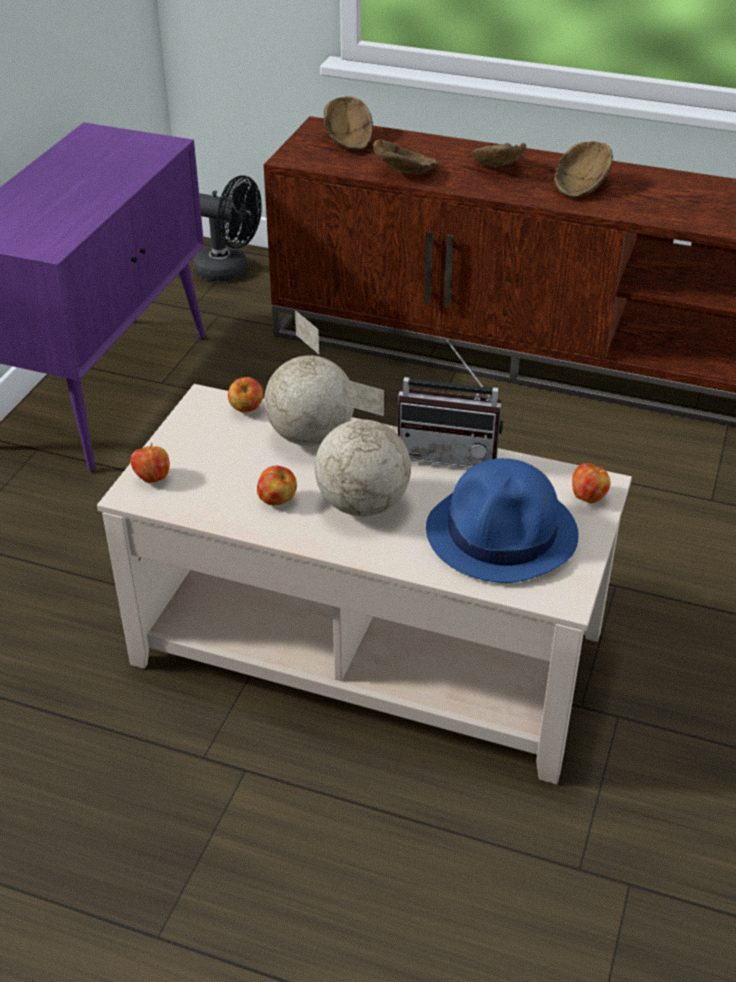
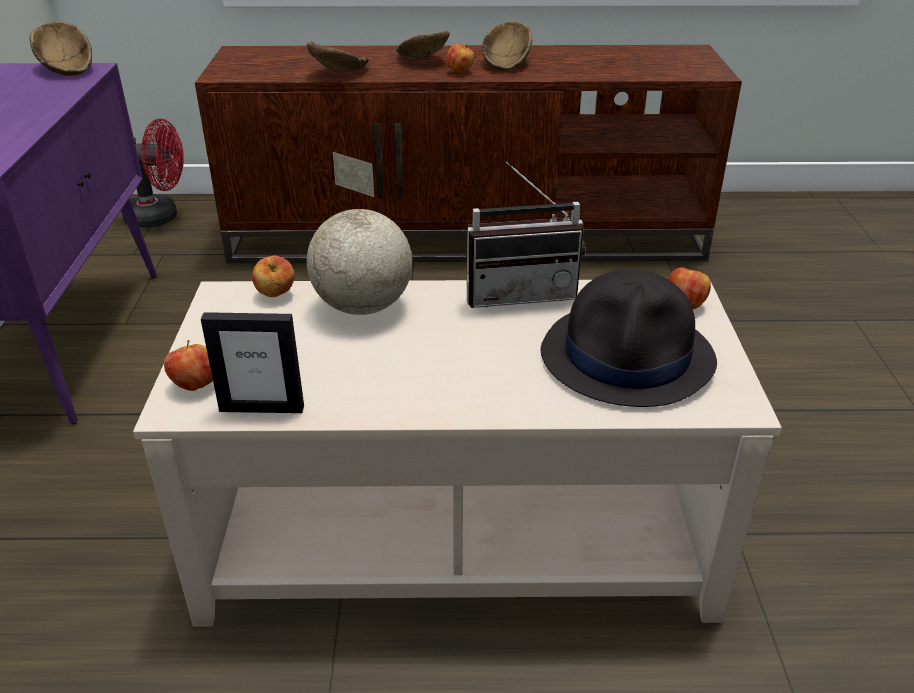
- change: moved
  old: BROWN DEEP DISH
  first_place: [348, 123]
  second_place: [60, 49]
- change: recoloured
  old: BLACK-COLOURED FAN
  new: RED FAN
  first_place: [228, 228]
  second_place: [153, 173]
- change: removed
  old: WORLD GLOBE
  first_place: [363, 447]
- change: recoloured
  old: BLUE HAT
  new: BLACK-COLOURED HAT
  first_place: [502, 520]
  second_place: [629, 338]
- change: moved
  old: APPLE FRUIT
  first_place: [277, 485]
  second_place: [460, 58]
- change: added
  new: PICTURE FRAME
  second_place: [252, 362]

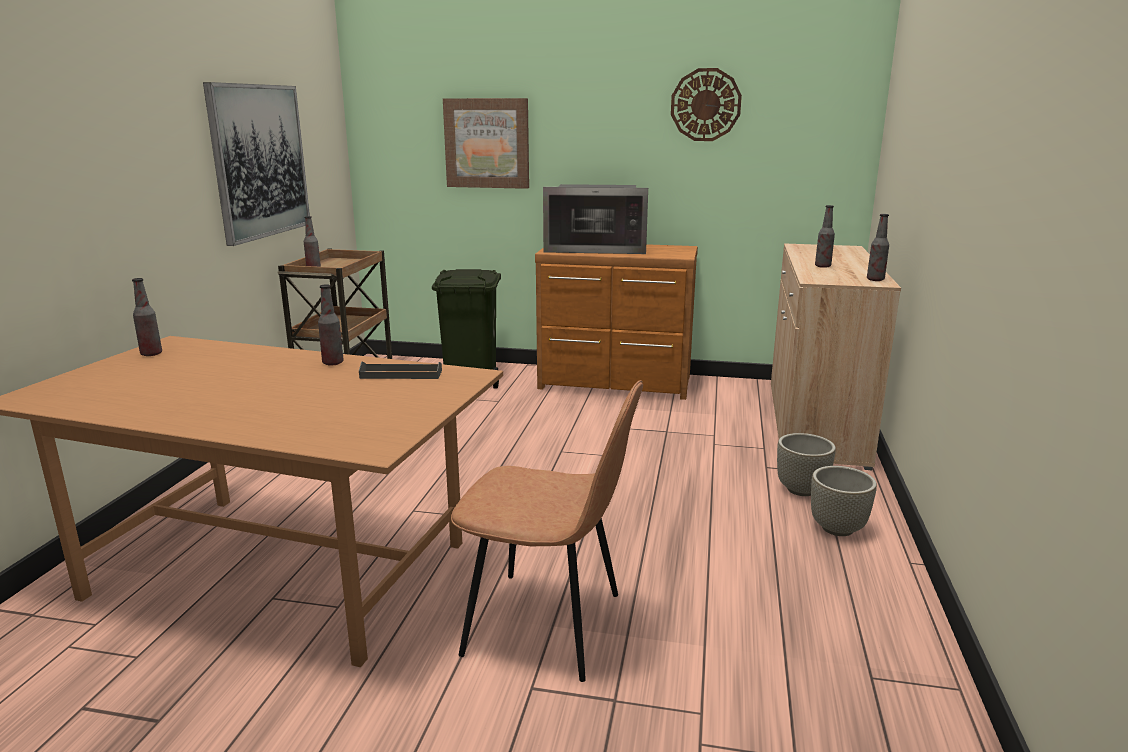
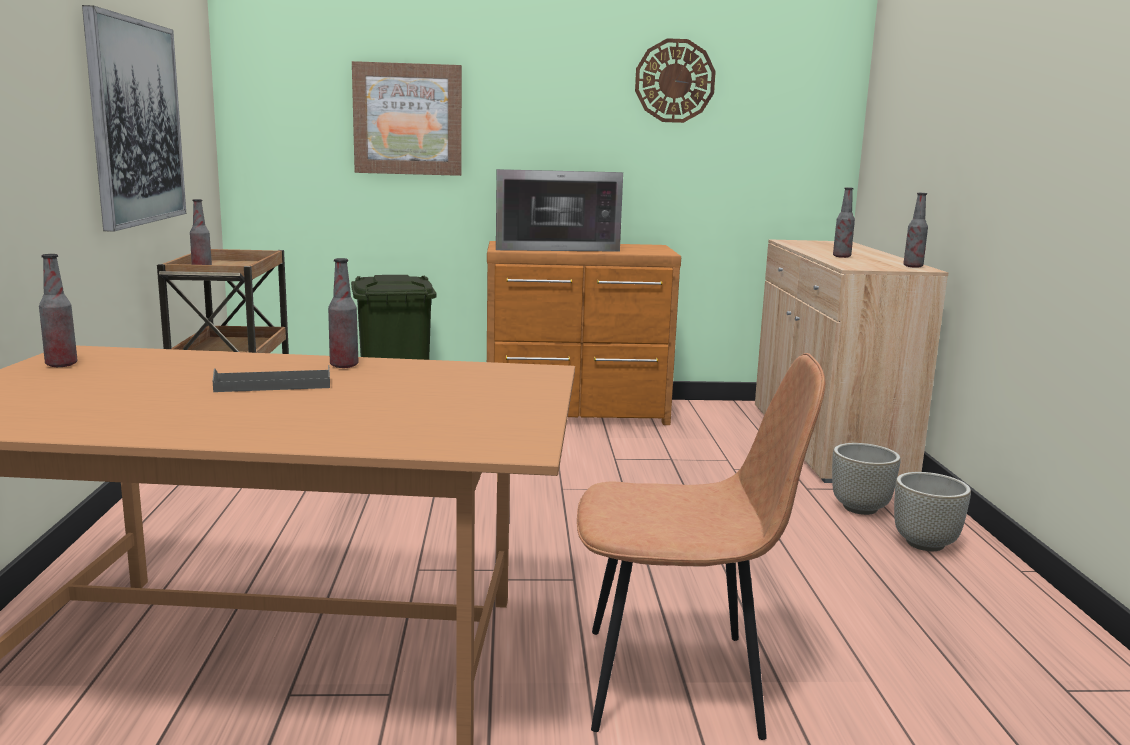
- change: moved
  old: GRAY SERVING TRAY
  first_place: [400, 370]
  second_place: [271, 378]

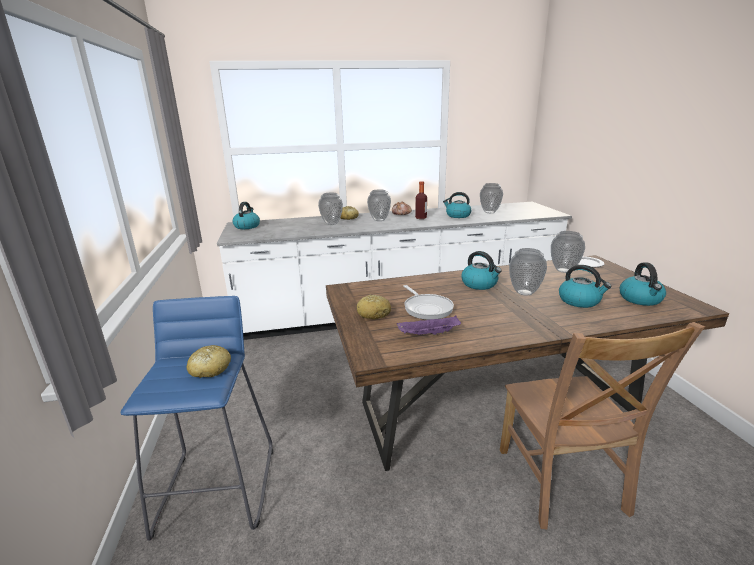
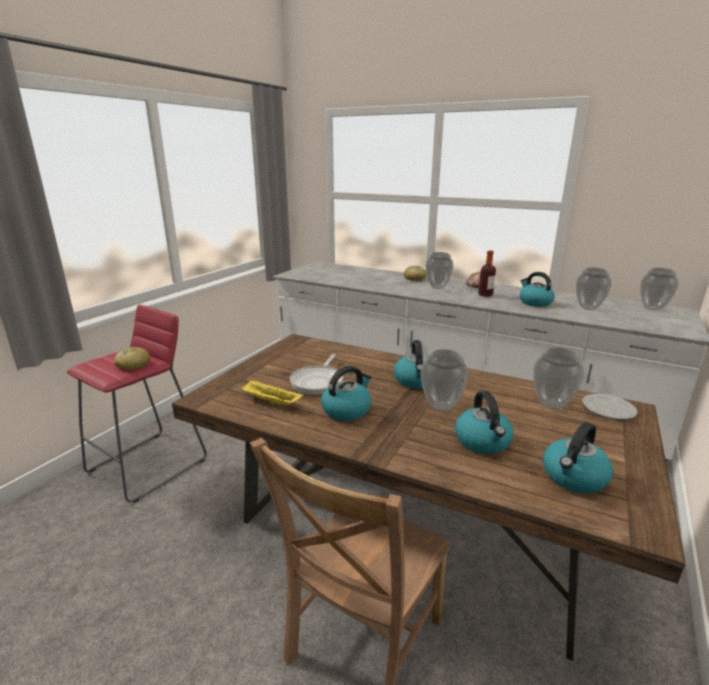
- change: moved
  old: DECORATIVE VASE
  first_place: [330, 209]
  second_place: [659, 289]
- change: moved
  old: TEA KETTLE
  first_place: [246, 215]
  second_place: [346, 393]
- change: removed
  old: BREAD
  first_place: [374, 307]
- change: recoloured
  old: BLUE STOOL SEAT
  new: RED STOOL SEAT
  first_place: [197, 418]
  second_place: [137, 403]
- change: recoloured
  old: PURPLE-COLOURED SERVING TRAY
  new: YELLOW SERVING TRAY
  first_place: [429, 326]
  second_place: [271, 393]

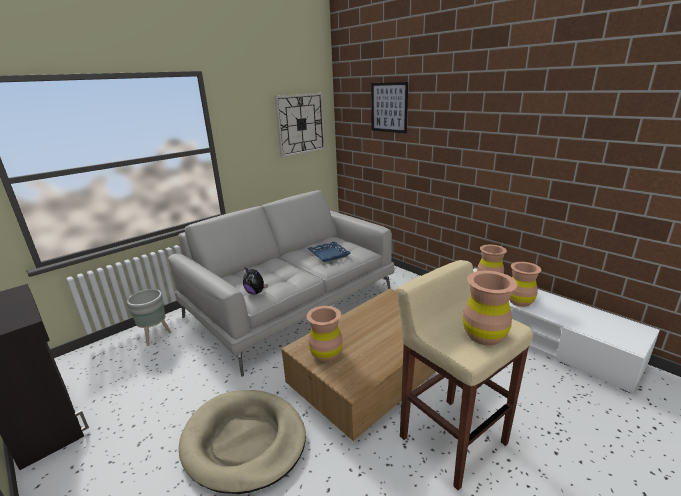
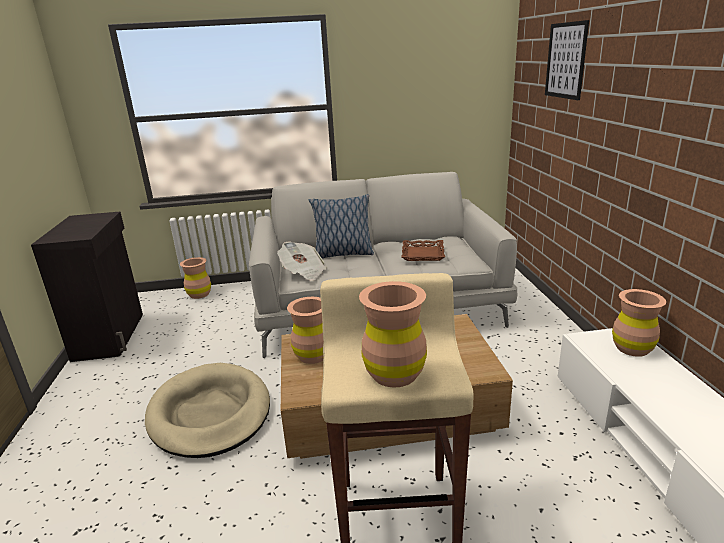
- change: removed
  old: CLOCK ON THE WALL
  first_place: [300, 125]
- change: recoloured
  old: BLUE SERVING TRAY
  new: BROWN SERVING TRAY
  first_place: [329, 251]
  second_place: [423, 250]
- change: moved
  old: BROWN DECORATIVE VASE
  first_place: [525, 284]
  second_place: [195, 278]
- change: replaced
  old: CUDDLY TOY
  new: PRINTED PAPER
  first_place: [255, 280]
  second_place: [302, 261]
- change: removed
  old: GRAY FLOWER POT
  first_place: [149, 317]
- change: added
  new: THROW PILLOW
  second_place: [341, 226]

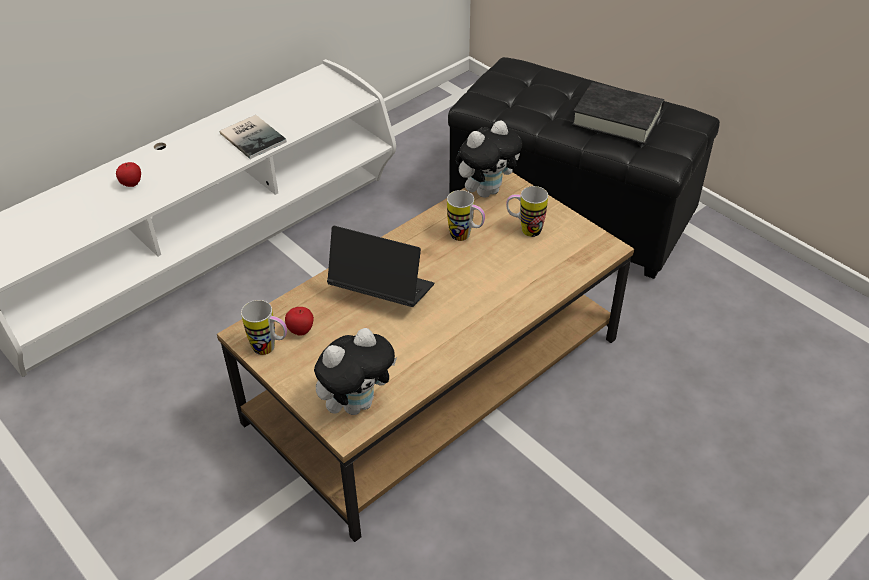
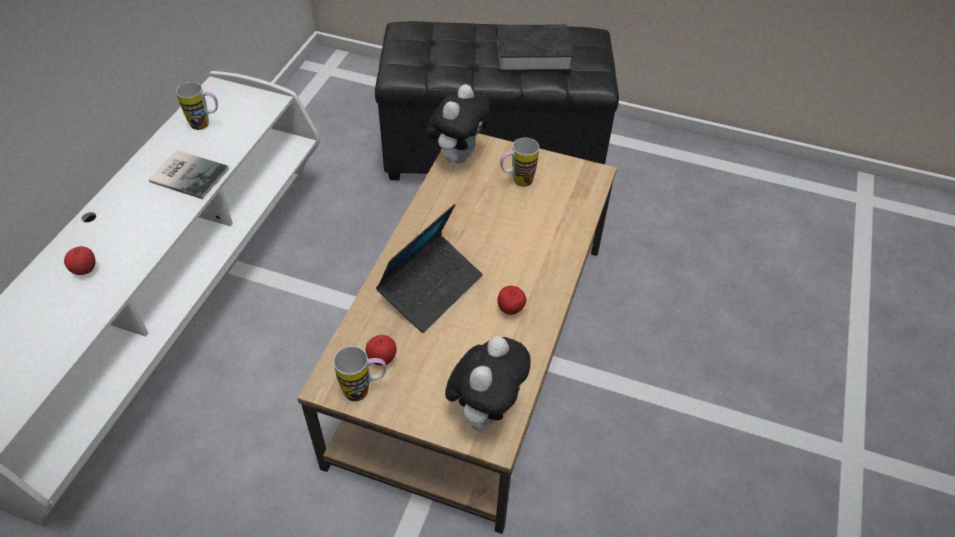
- change: moved
  old: COFFEE MUG
  first_place: [466, 215]
  second_place: [197, 106]
- change: turned
  old: PORTABLE COMPUTER
  first_place: [380, 266]
  second_place: [429, 268]
  degrees: 135
- change: added
  new: APPLE FRUIT
  second_place: [511, 300]

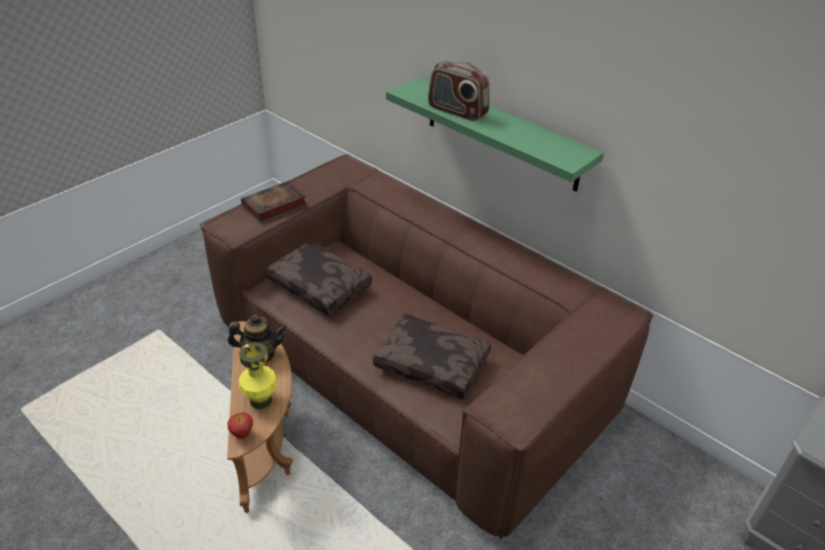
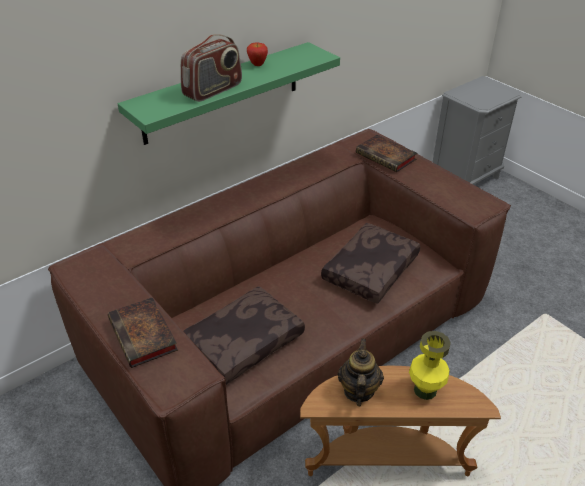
- change: moved
  old: APPLE FRUIT
  first_place: [240, 425]
  second_place: [257, 54]
- change: added
  new: BOOK
  second_place: [386, 153]

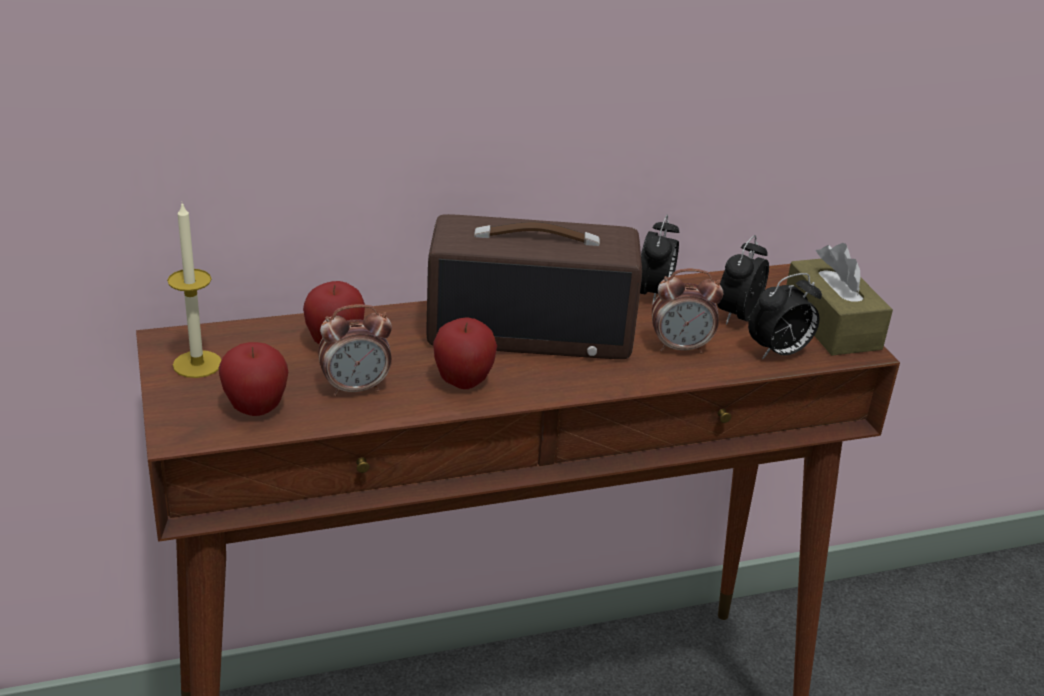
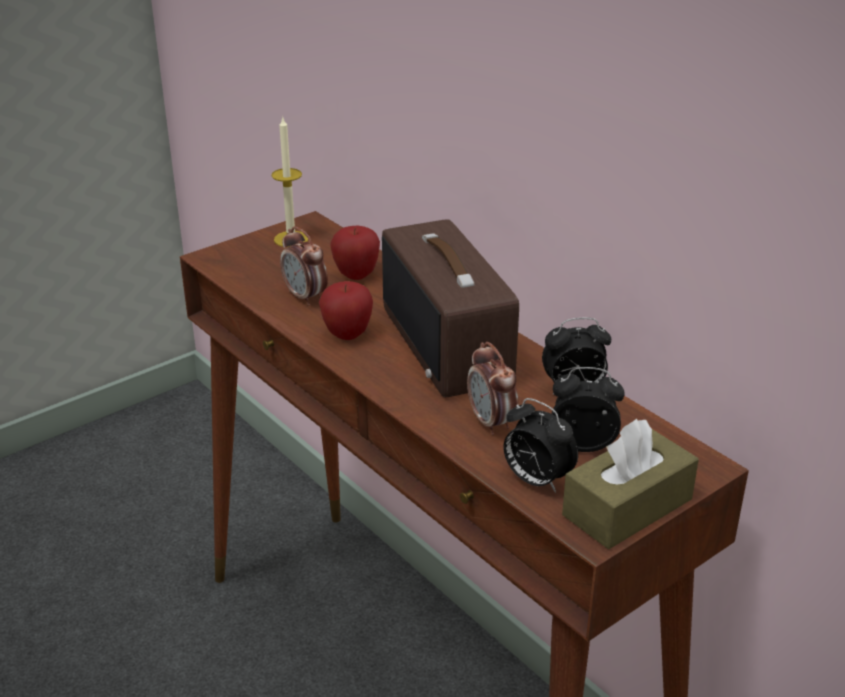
- change: removed
  old: APPLE FRUIT
  first_place: [253, 379]

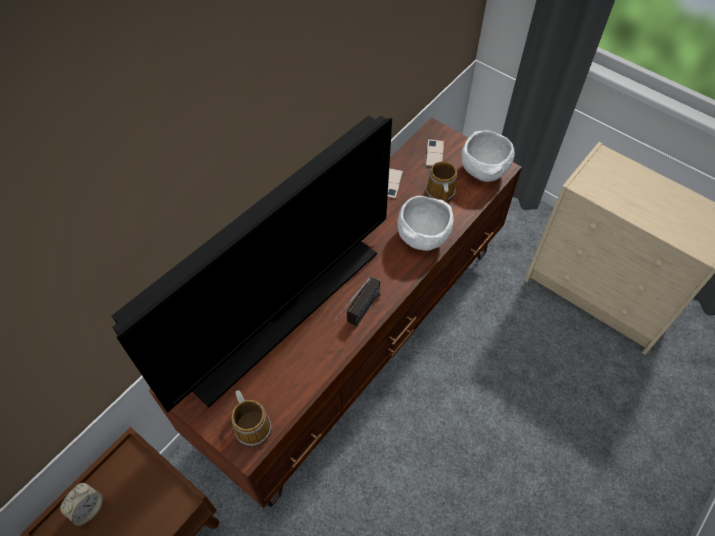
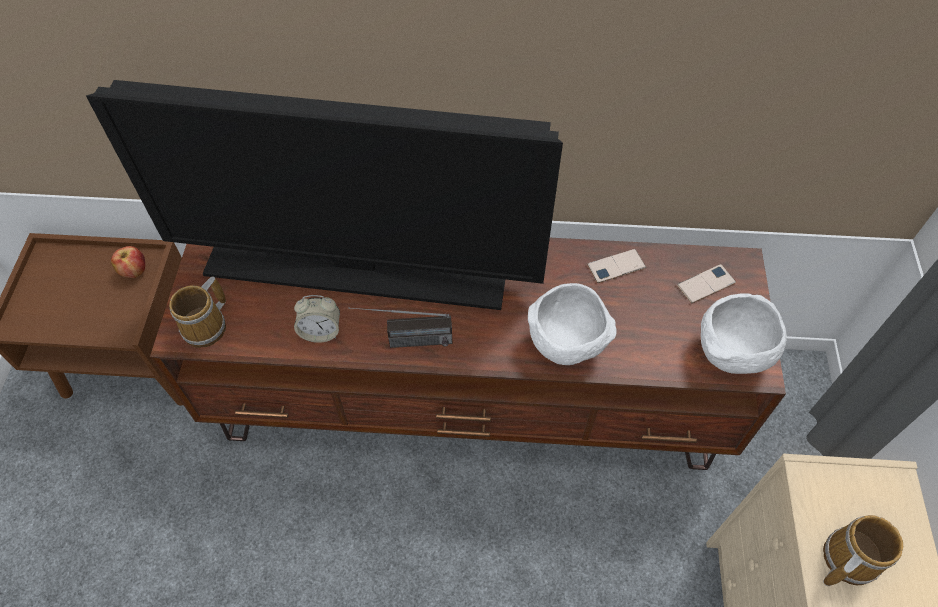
- change: moved
  old: COFFEE MUG
  first_place: [441, 182]
  second_place: [863, 550]
- change: moved
  old: BEDSIDE CLOCK
  first_place: [81, 504]
  second_place: [317, 319]
- change: added
  new: APPLE FRUIT
  second_place: [128, 262]

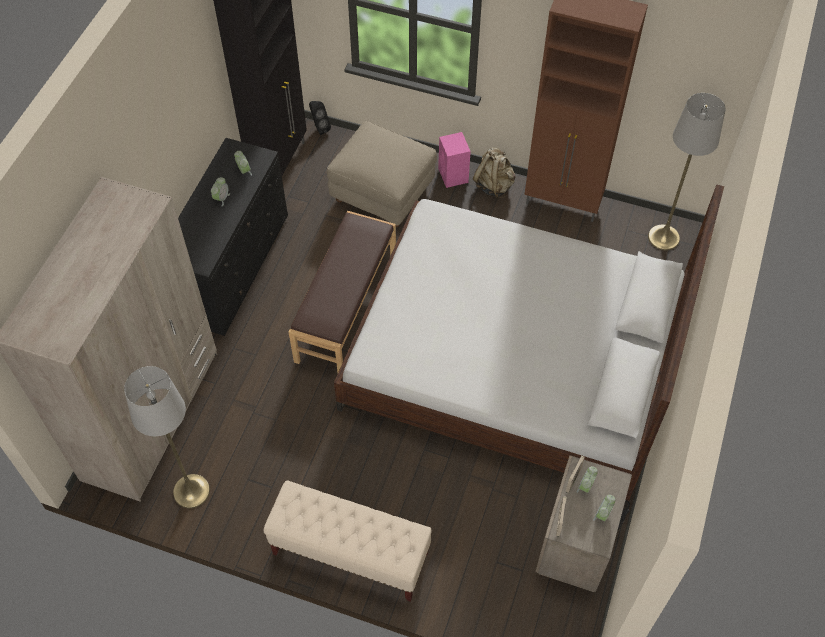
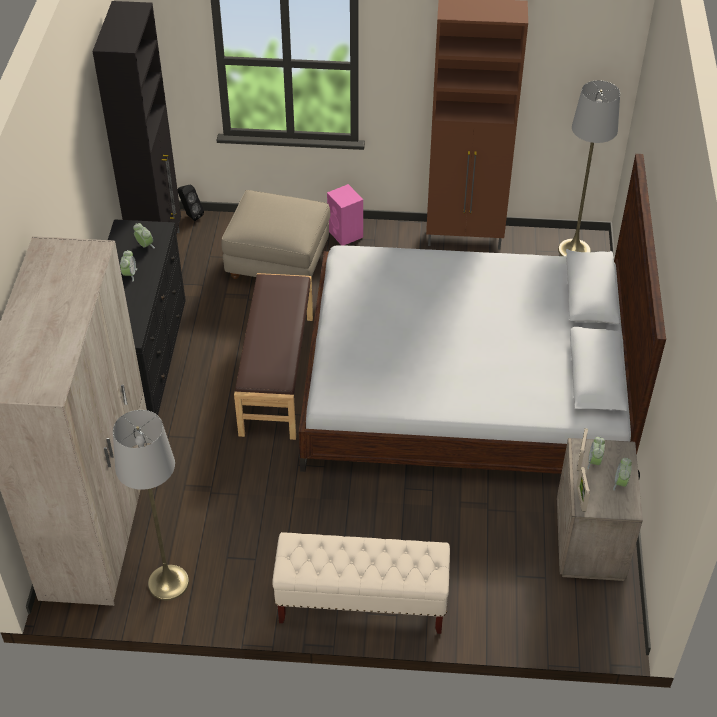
- change: removed
  old: SAND-COLOURED KNAPSACK
  first_place: [494, 173]

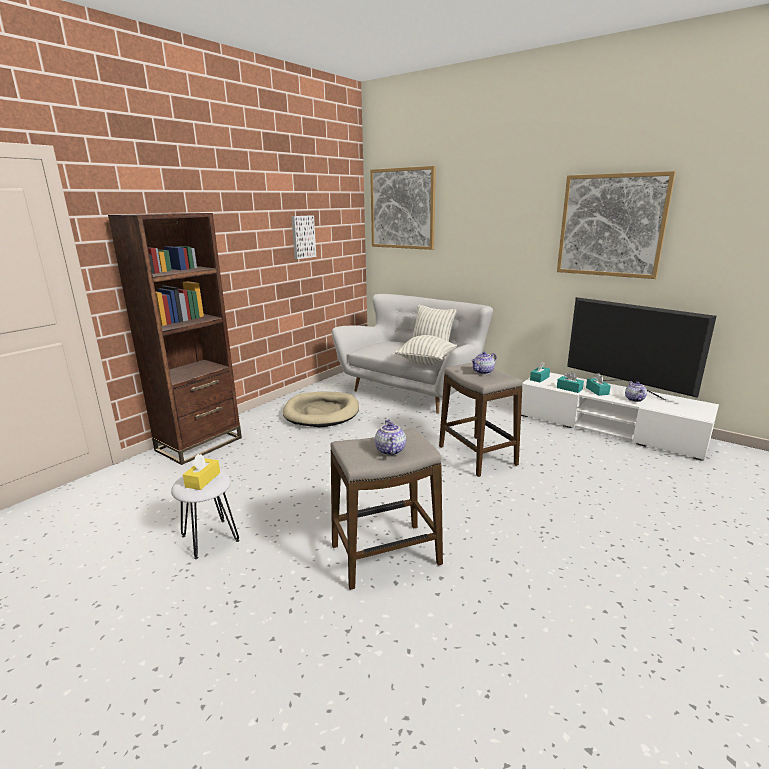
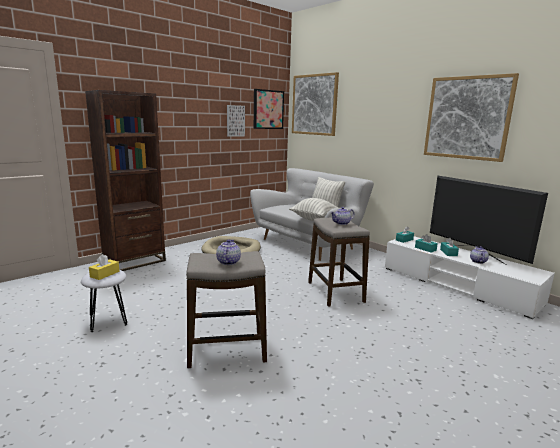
- change: added
  new: WALL PICTURE
  second_place: [269, 109]

